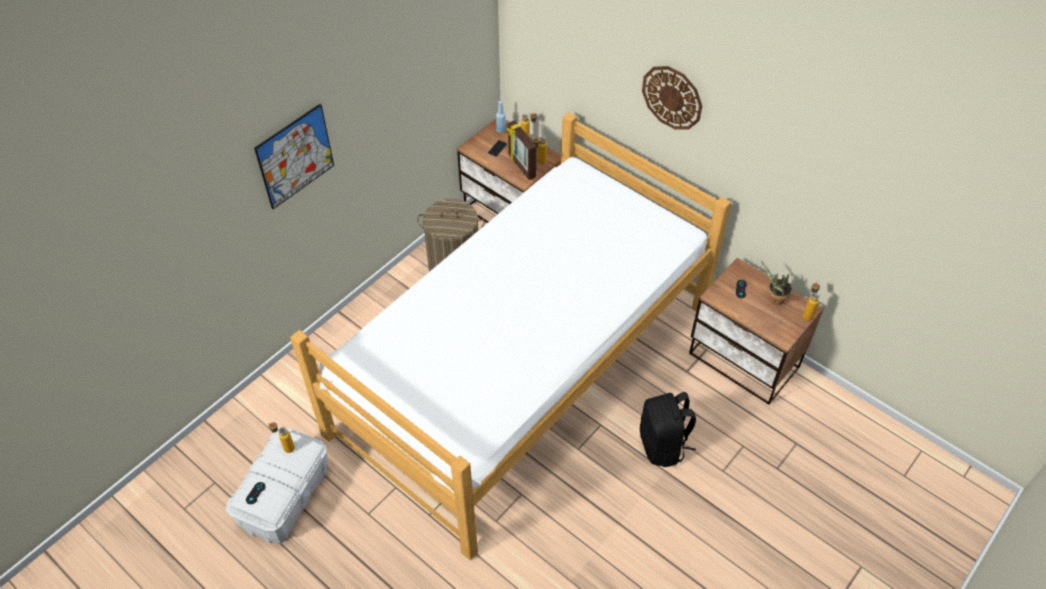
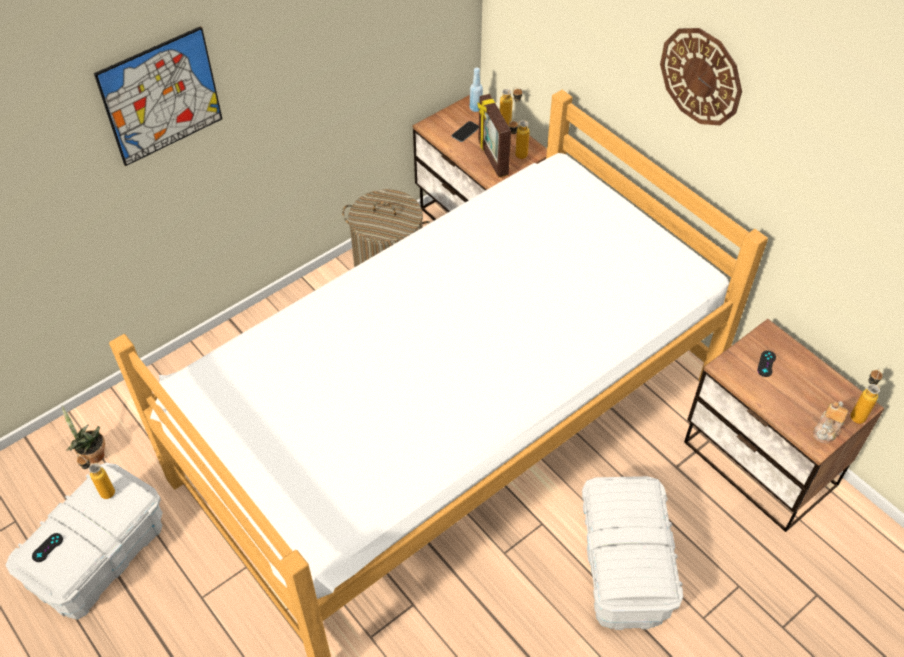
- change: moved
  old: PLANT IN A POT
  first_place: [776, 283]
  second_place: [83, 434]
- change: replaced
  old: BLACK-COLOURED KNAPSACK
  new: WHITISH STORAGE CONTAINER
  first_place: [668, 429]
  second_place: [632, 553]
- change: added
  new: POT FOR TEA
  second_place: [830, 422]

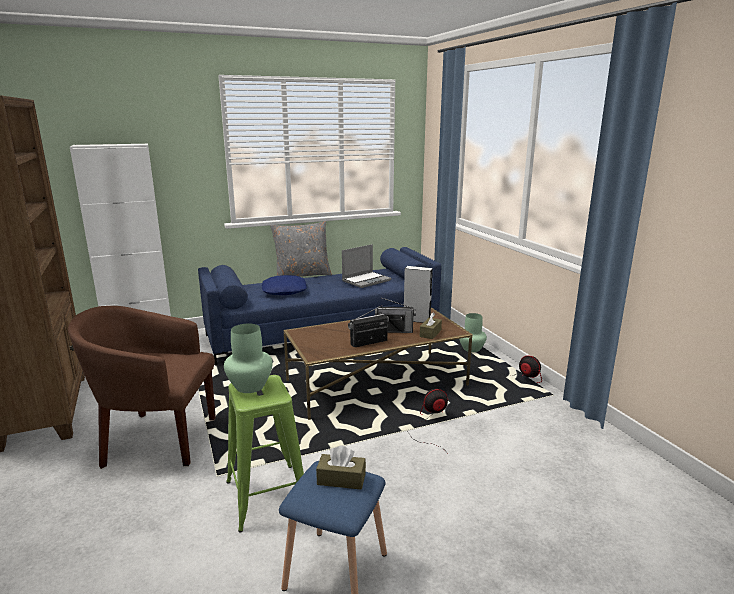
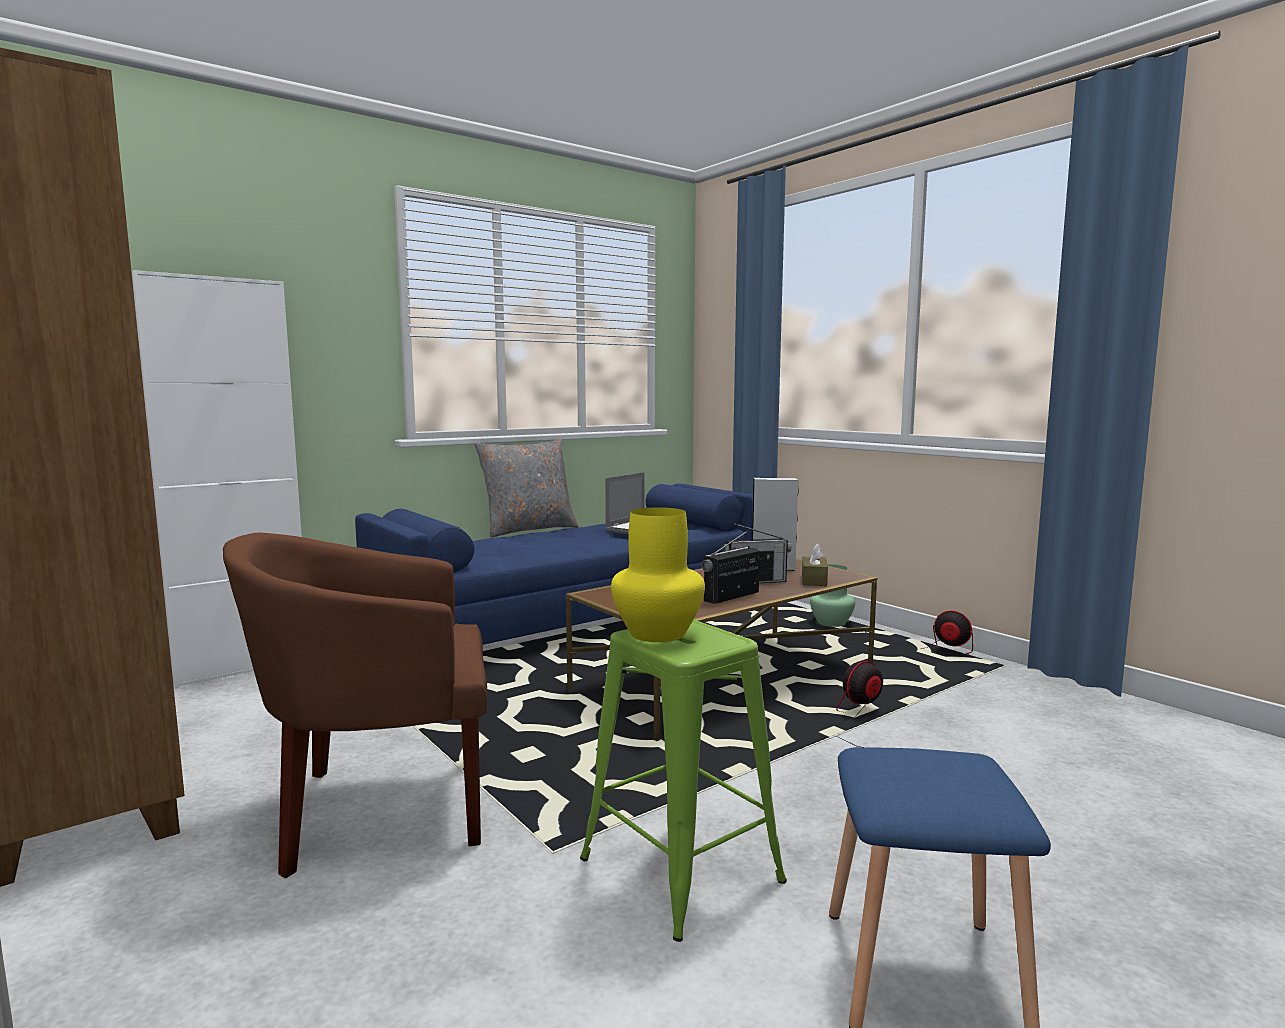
- change: removed
  old: BLUE THROW PILLOW
  first_place: [284, 285]
- change: recoloured
  old: GREENISH DECORATIVE VASE
  new: YELLOW DECORATIVE VASE
  first_place: [248, 358]
  second_place: [658, 574]
- change: removed
  old: BROWN BOX OF TISSUES
  first_place: [341, 468]

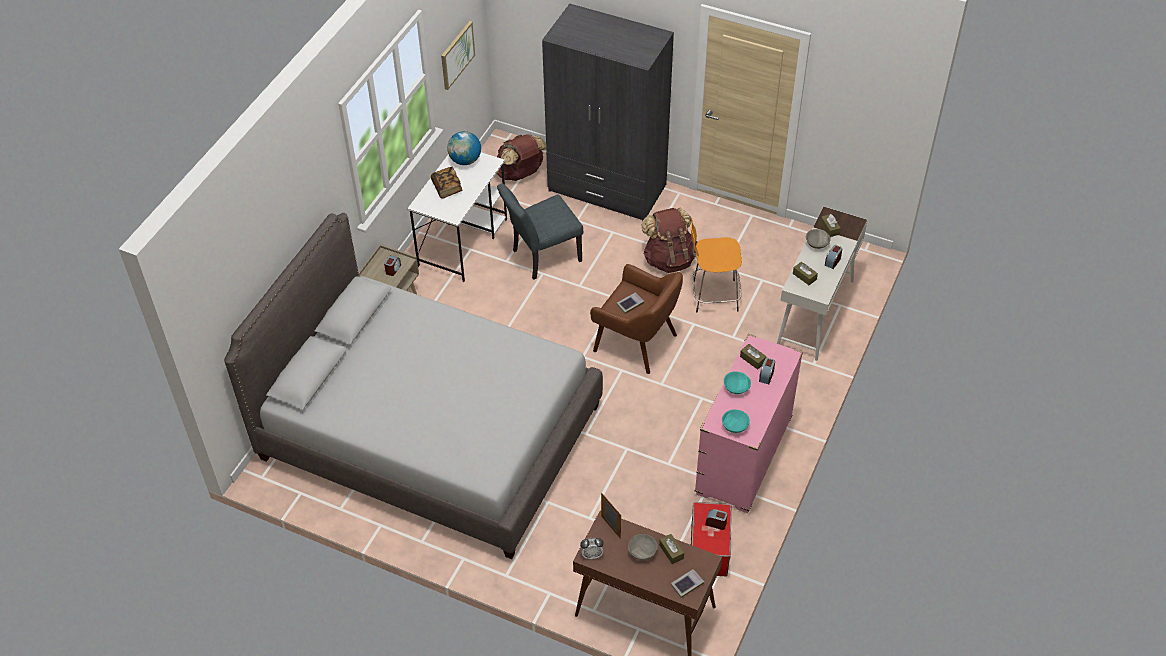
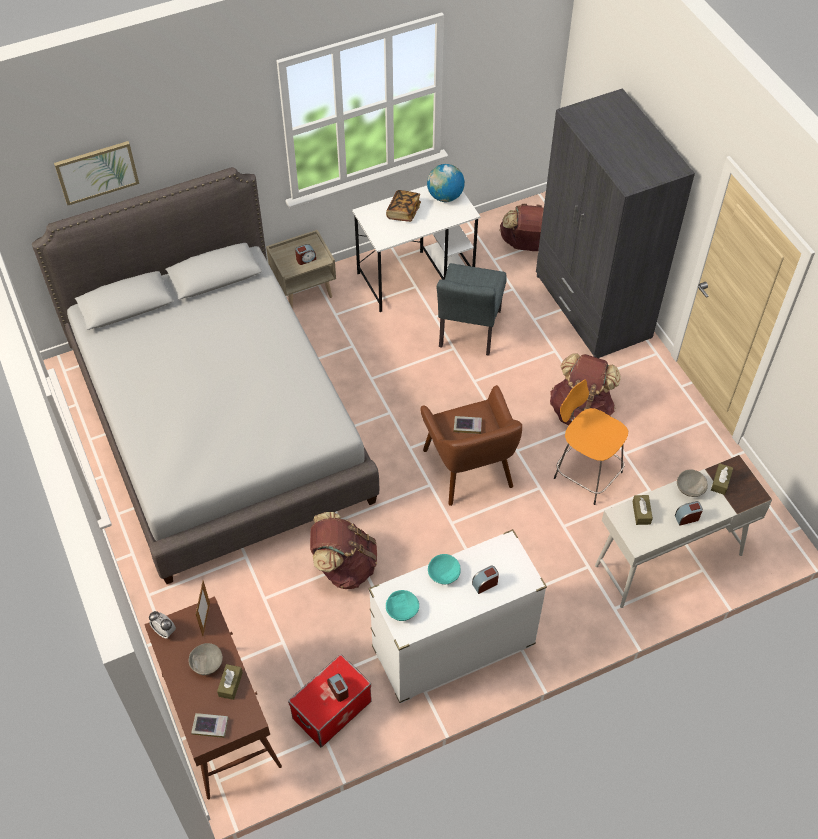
- change: moved
  old: WALL PICTURE
  first_place: [458, 55]
  second_place: [96, 173]
- change: turned
  old: GRAY UPRIGHT CHAIR
  first_place: [540, 231]
  second_place: [471, 309]
  degrees: -90
- change: recoloured
  old: PINK-COLOURED DRAWER CHEST
  new: WHITISH DRAWER CHEST
  first_place: [749, 423]
  second_place: [458, 616]
- change: removed
  old: BROWN BOX OF TISSUES
  first_place: [753, 357]
- change: added
  new: BROWN KNAPSACK
  second_place: [343, 550]

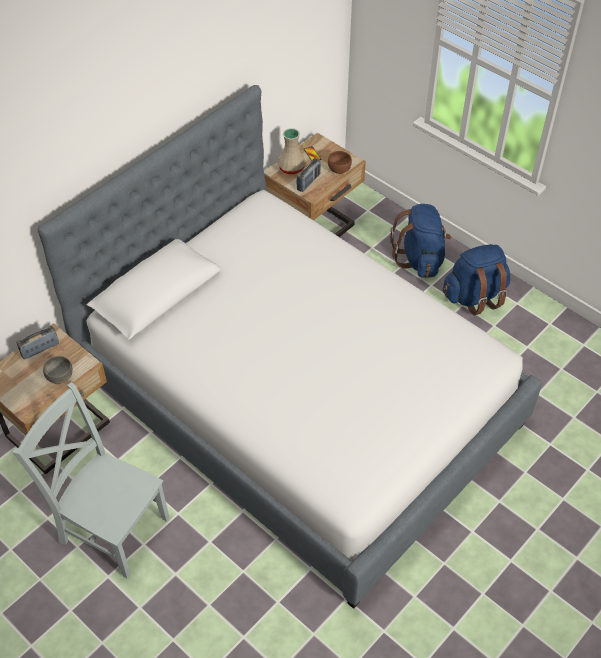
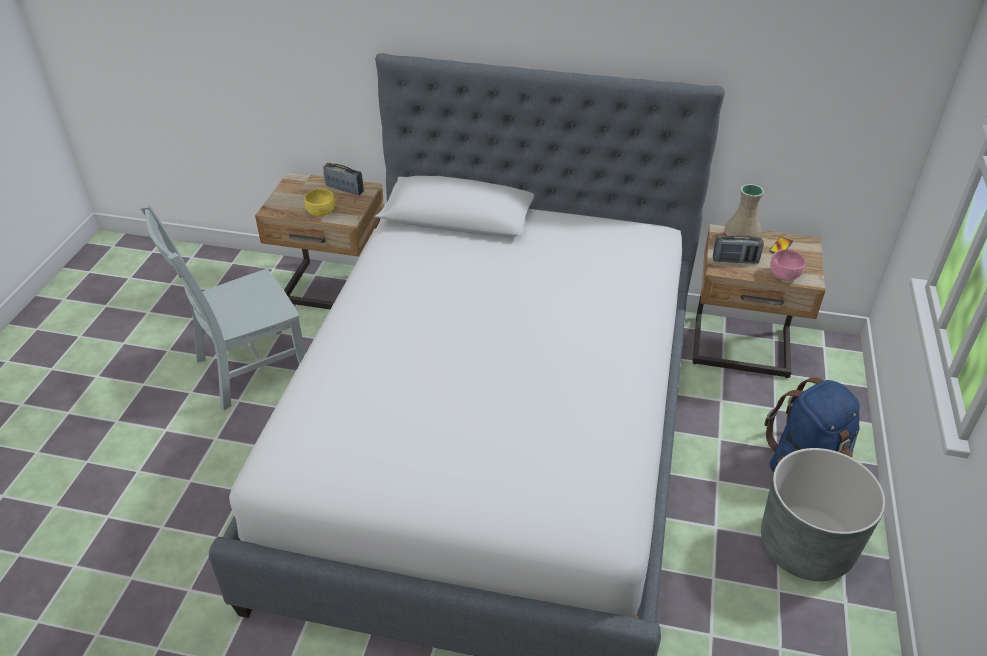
- change: recoloured
  old: BROWN DEEP DISH
  new: PINK-COLOURED DEEP DISH
  first_place: [340, 162]
  second_place: [788, 265]
- change: replaced
  old: BLUE KNAPSACK
  new: GRAY FLOWER POT
  first_place: [476, 279]
  second_place: [823, 514]
- change: recoloured
  old: GRAY DEEP DISH
  new: YELLOW DEEP DISH
  first_place: [58, 370]
  second_place: [319, 202]
- change: turned
  old: GRAY UPRIGHT CHAIR
  first_place: [91, 480]
  second_place: [222, 307]
  degrees: -120

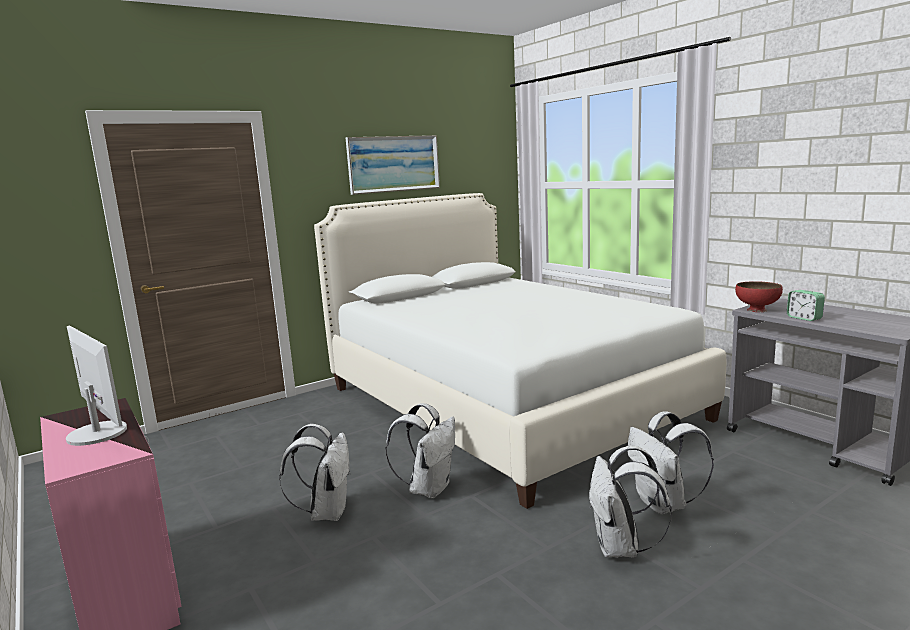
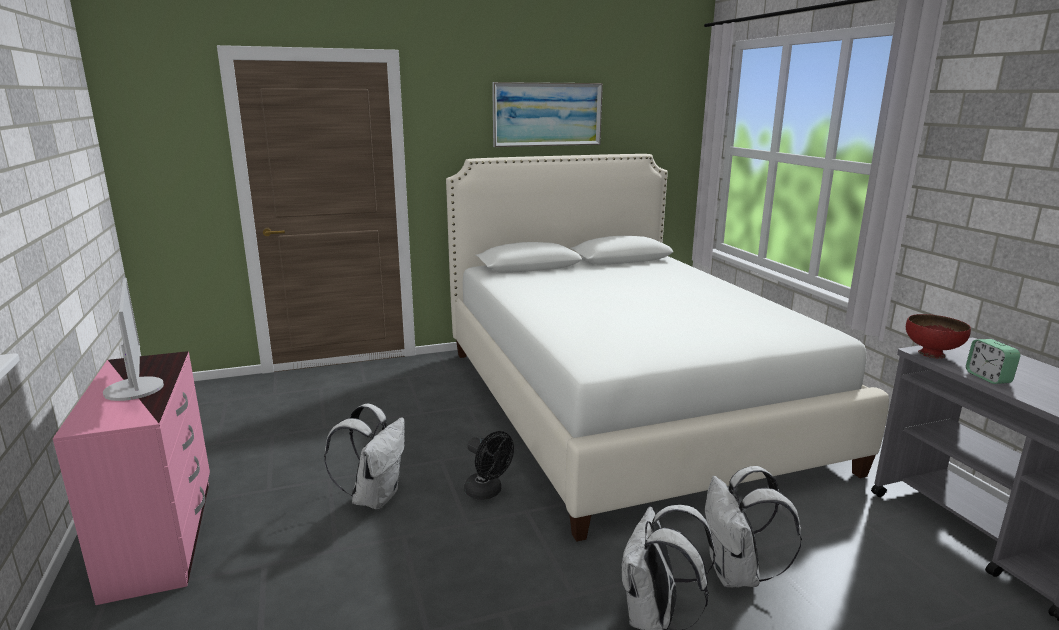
- change: replaced
  old: WHITISH KNAPSACK
  new: BLACK-COLOURED FAN
  first_place: [420, 450]
  second_place: [489, 465]

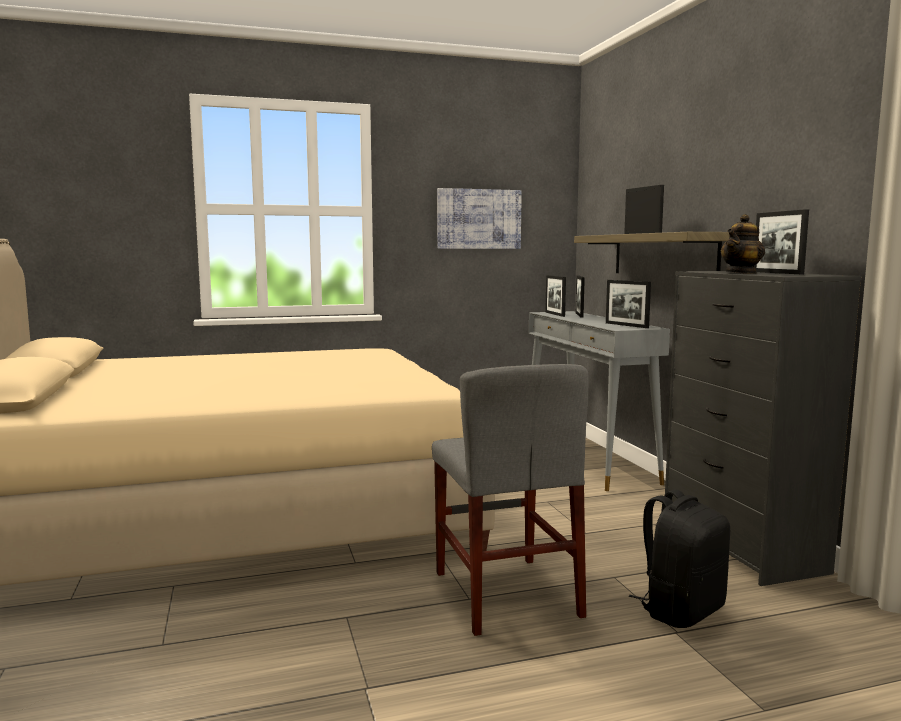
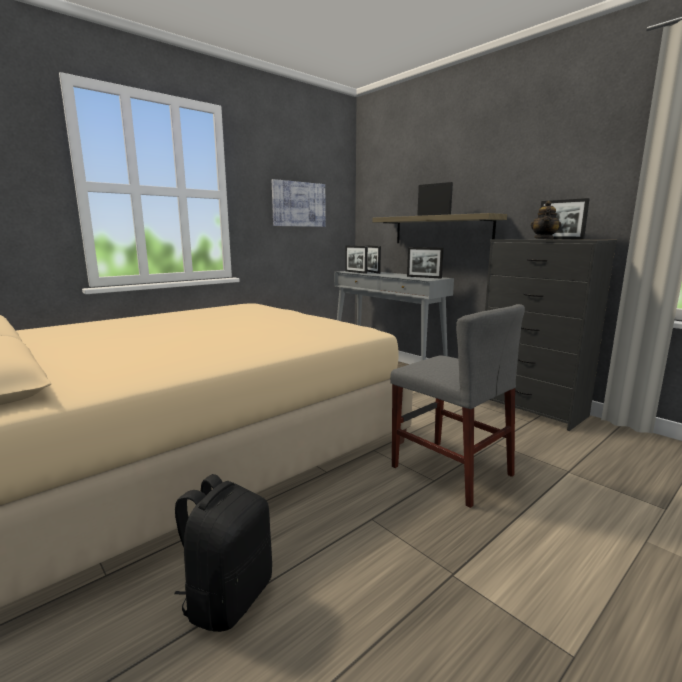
- change: moved
  old: BLACK-COLOURED KNAPSACK
  first_place: [679, 558]
  second_place: [223, 553]

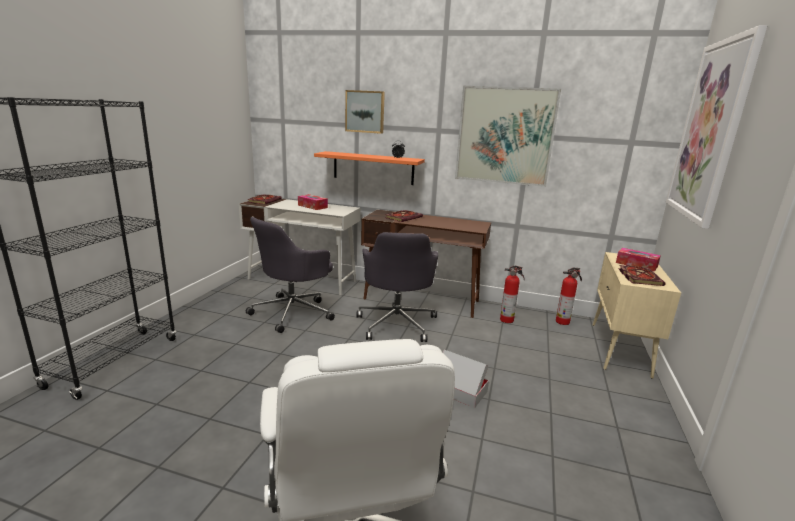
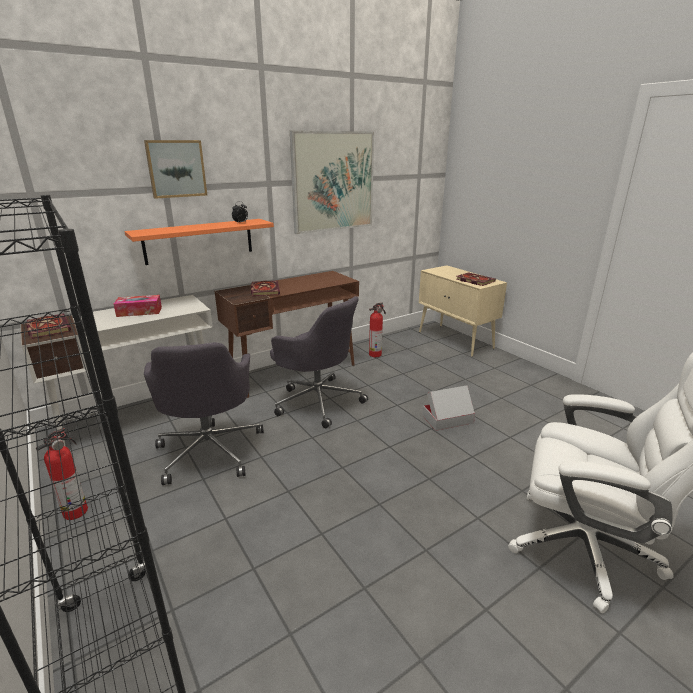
- change: removed
  old: WALL PICTURE
  first_place: [717, 127]
- change: removed
  old: BOX OF TISSUES
  first_place: [638, 260]
- change: moved
  old: EXTINGUISHER
  first_place: [569, 296]
  second_place: [62, 474]

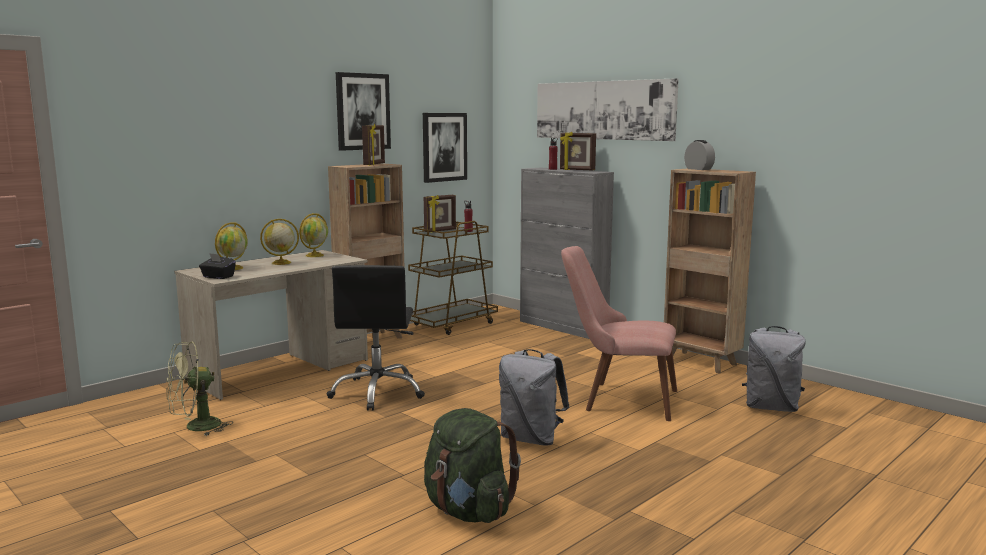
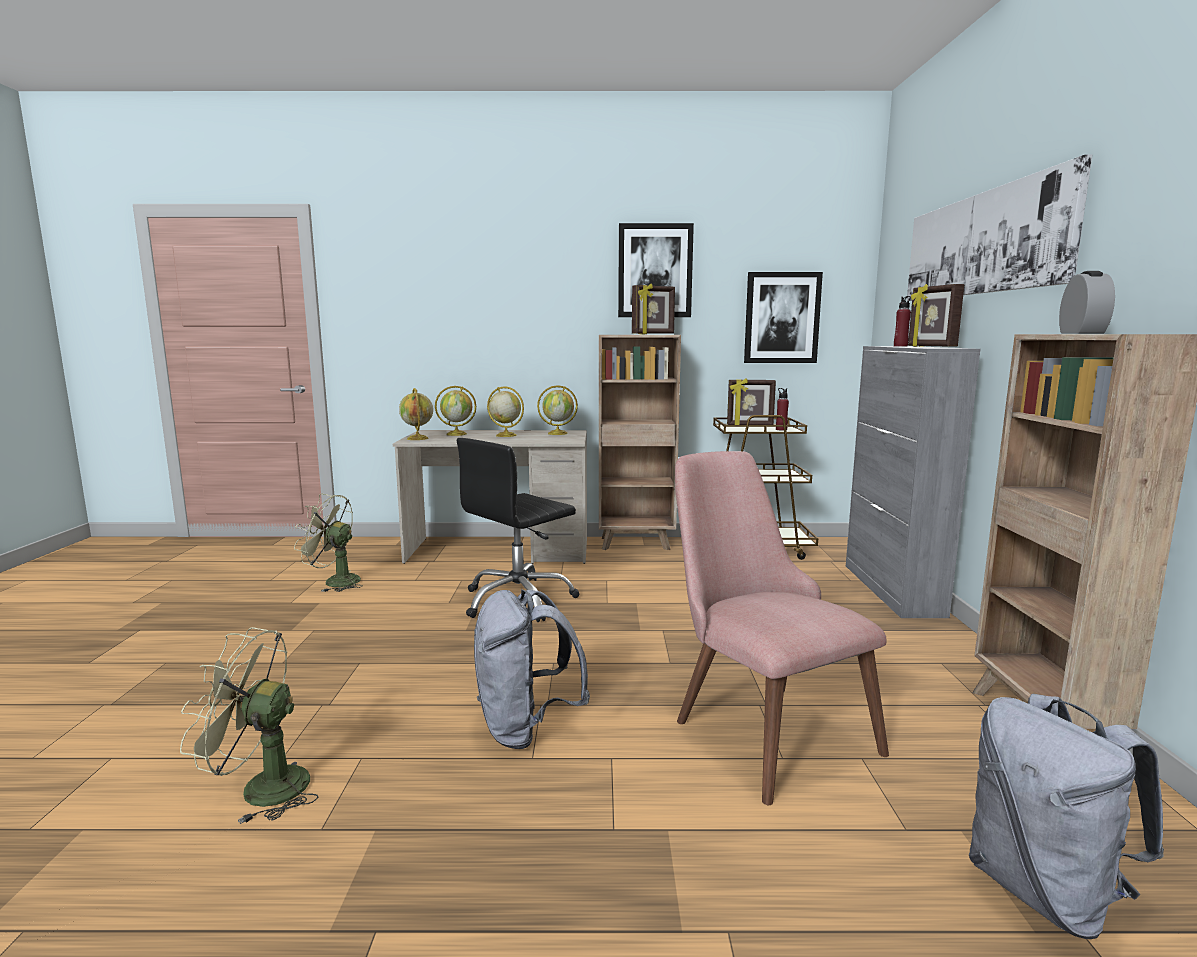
- change: replaced
  old: BLACK-COLOURED BOX OF TISSUES
  new: WORLD GLOBE
  first_place: [217, 266]
  second_place: [416, 414]
- change: replaced
  old: GREENISH KNAPSACK
  new: GREENISH FAN
  first_place: [472, 465]
  second_place: [249, 725]

